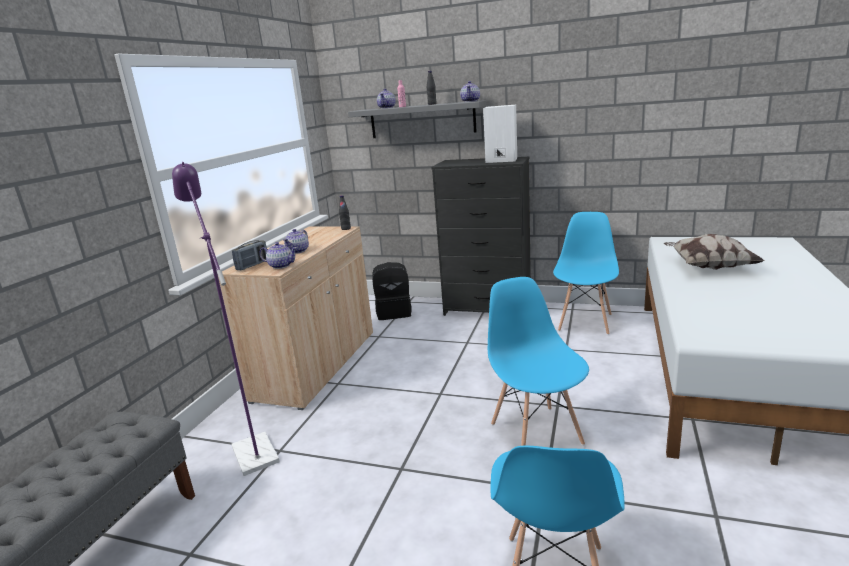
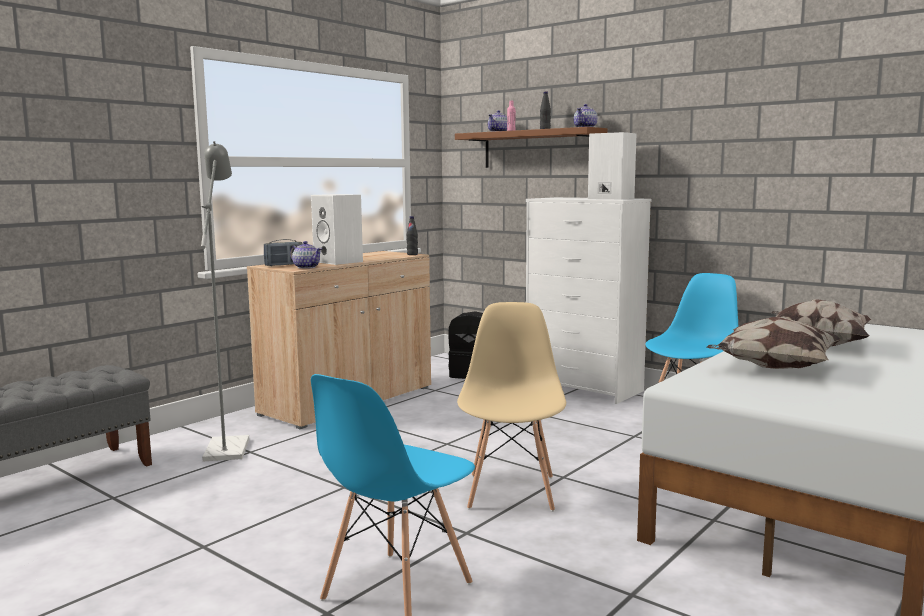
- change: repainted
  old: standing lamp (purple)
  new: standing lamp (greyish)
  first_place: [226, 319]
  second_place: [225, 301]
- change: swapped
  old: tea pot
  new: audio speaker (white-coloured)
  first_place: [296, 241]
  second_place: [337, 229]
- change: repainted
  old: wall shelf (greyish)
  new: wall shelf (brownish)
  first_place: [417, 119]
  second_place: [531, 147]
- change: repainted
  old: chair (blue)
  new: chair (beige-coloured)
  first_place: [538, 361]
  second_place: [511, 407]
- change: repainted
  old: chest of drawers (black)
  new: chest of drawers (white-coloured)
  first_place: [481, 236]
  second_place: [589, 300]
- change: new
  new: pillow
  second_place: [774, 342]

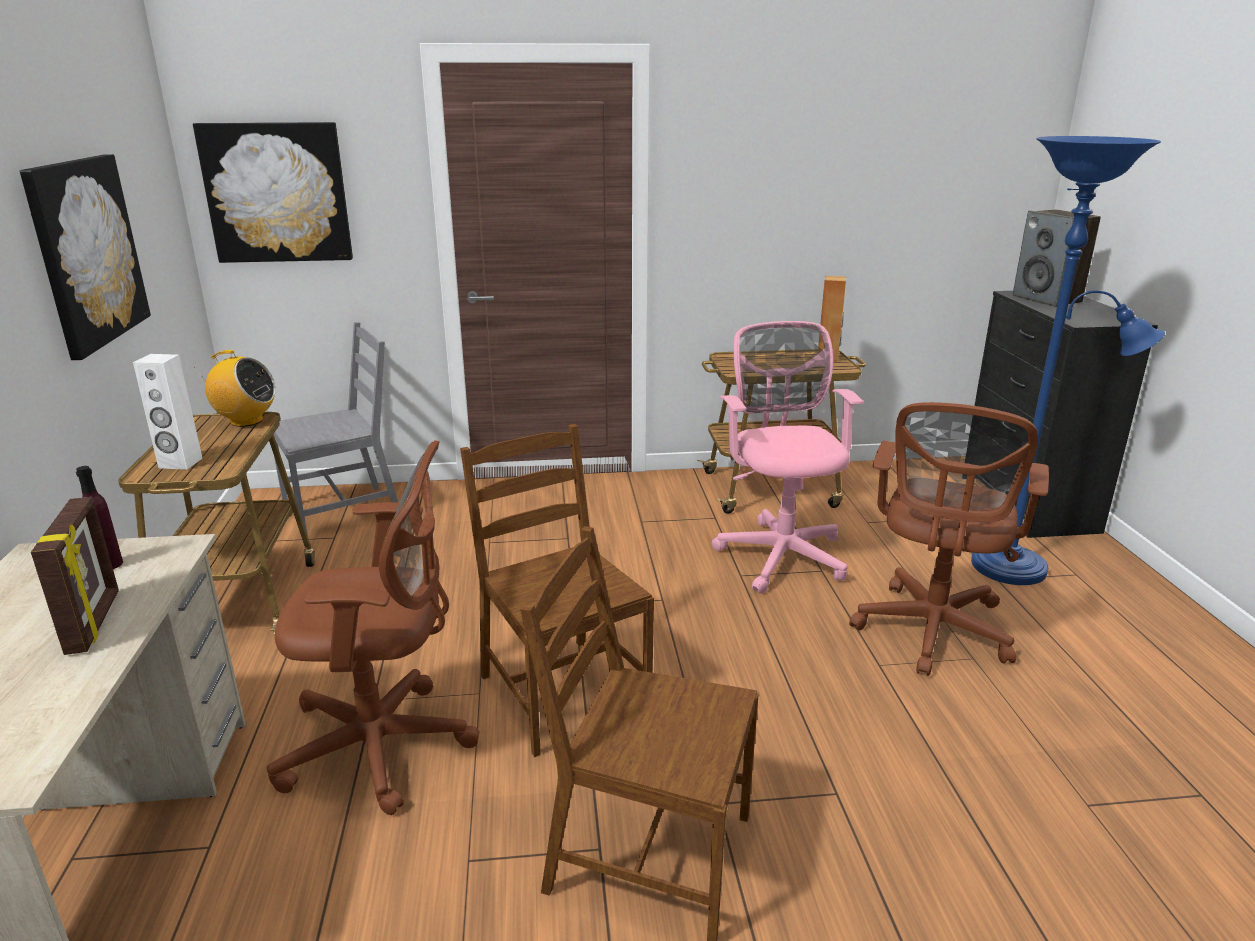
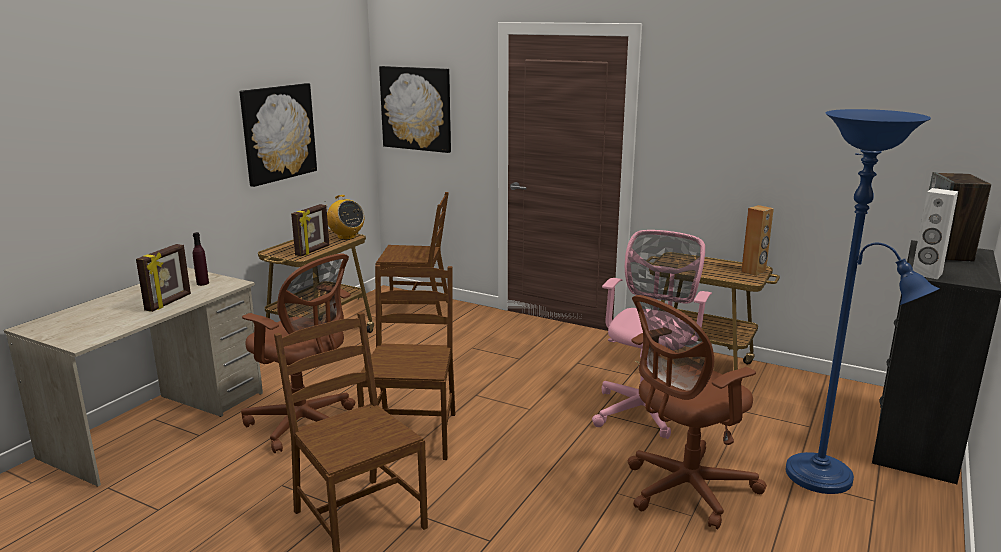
- change: new
  new: photo frame
  second_place: [310, 230]
- change: repainted
  old: chair (greyish)
  new: chair (brownish)
  first_place: [336, 433]
  second_place: [412, 254]
- change: shifted
  old: audio speaker (white-coloured)
  first_place: [168, 412]
  second_place: [935, 233]

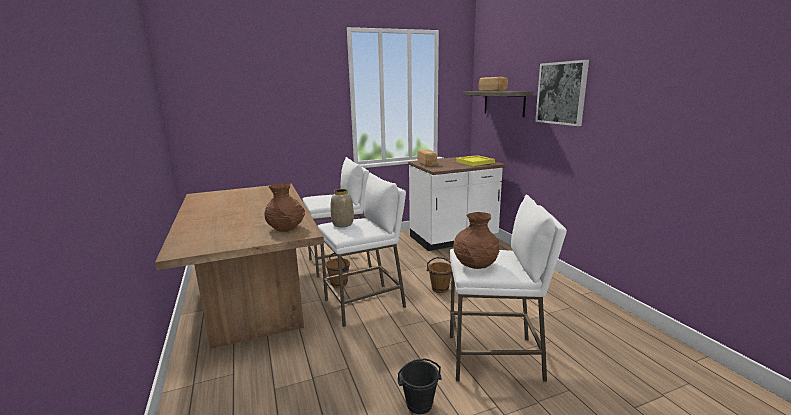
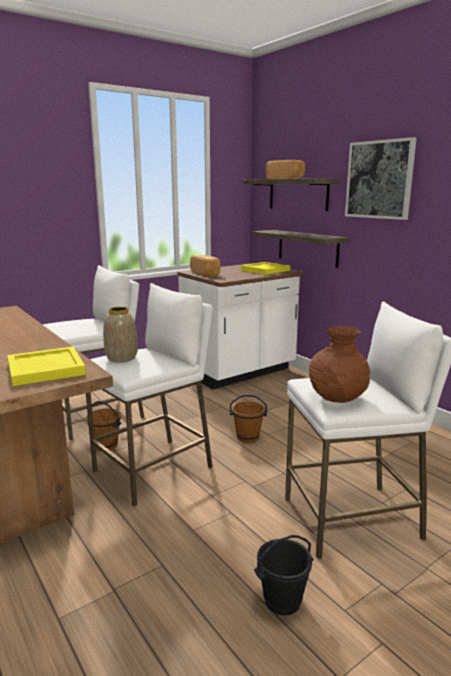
- change: swapped
  old: flower vase (brownish)
  new: tray (yellow)
  first_place: [284, 207]
  second_place: [46, 366]
- change: new
  new: wall shelf
  second_place: [300, 249]

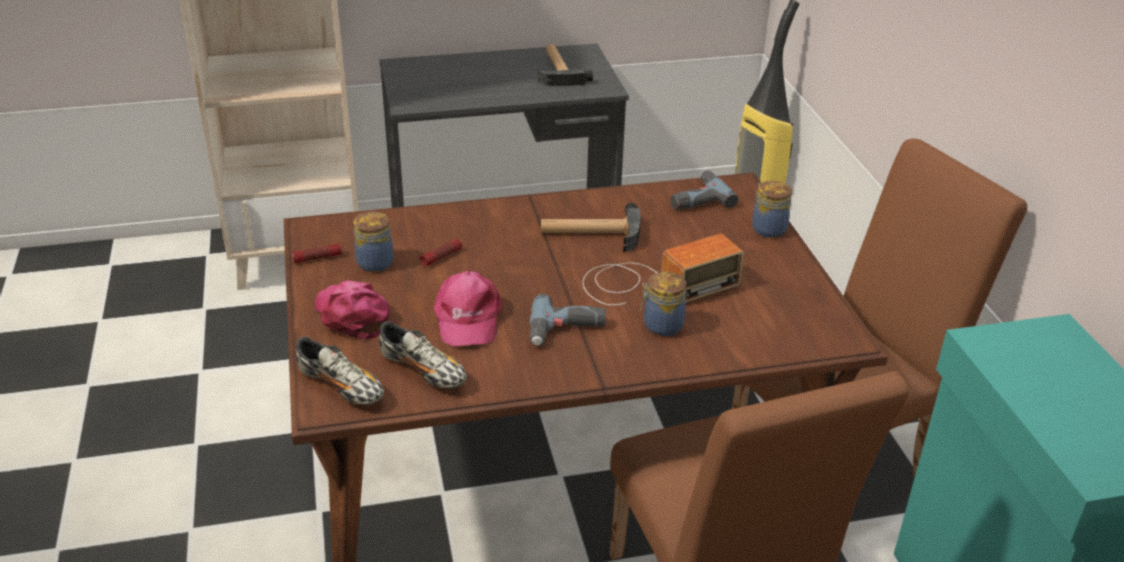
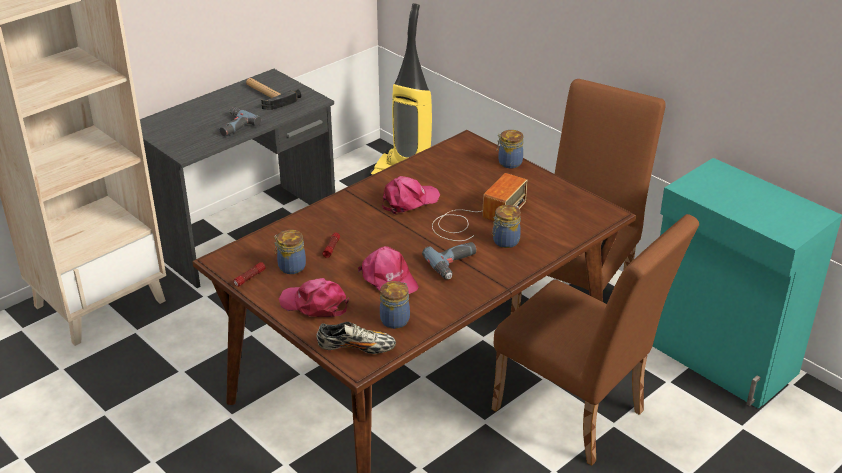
- change: shifted
  old: electric drill
  first_place: [705, 190]
  second_place: [240, 121]
- change: swapped
  old: item of footwear
  new: preserve jar
  first_place: [423, 354]
  second_place: [395, 305]
- change: swapped
  old: tool hammer
  new: baseball cap (pink)
  first_place: [591, 227]
  second_place: [411, 195]

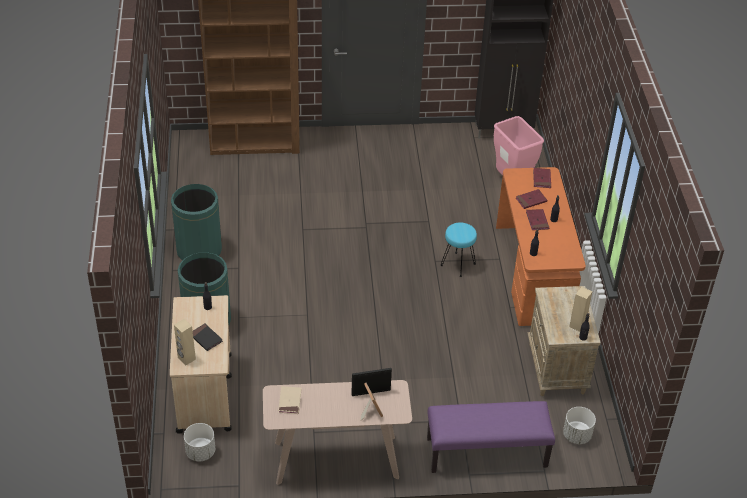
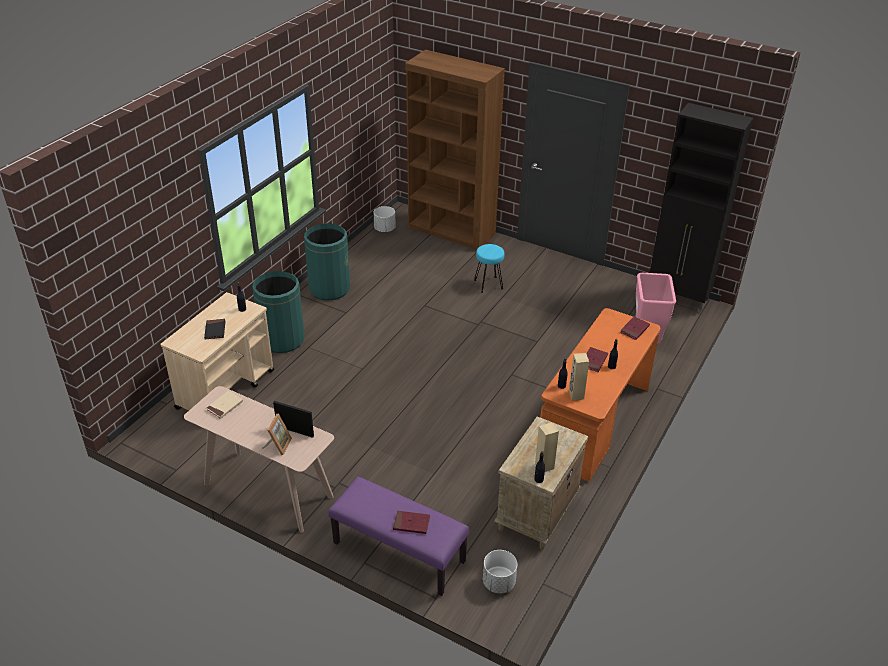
- change: shifted
  old: planter (white-coloured)
  first_place: [199, 442]
  second_place: [385, 219]
- change: shifted
  old: bound book (reddish)
  first_place: [531, 199]
  second_place: [411, 522]
- change: shifted
  old: stool (turquoise-coloured)
  first_place: [459, 249]
  second_place: [489, 268]
- change: shifted
  old: audio speaker (beige-coloured)
  first_place: [185, 342]
  second_place: [579, 376]

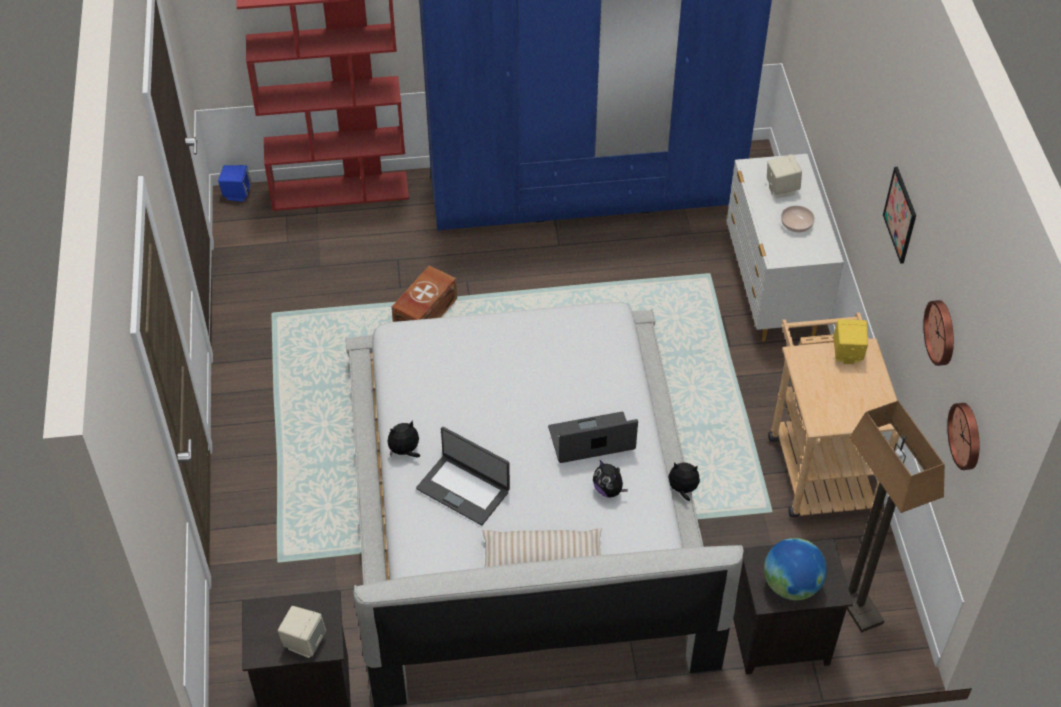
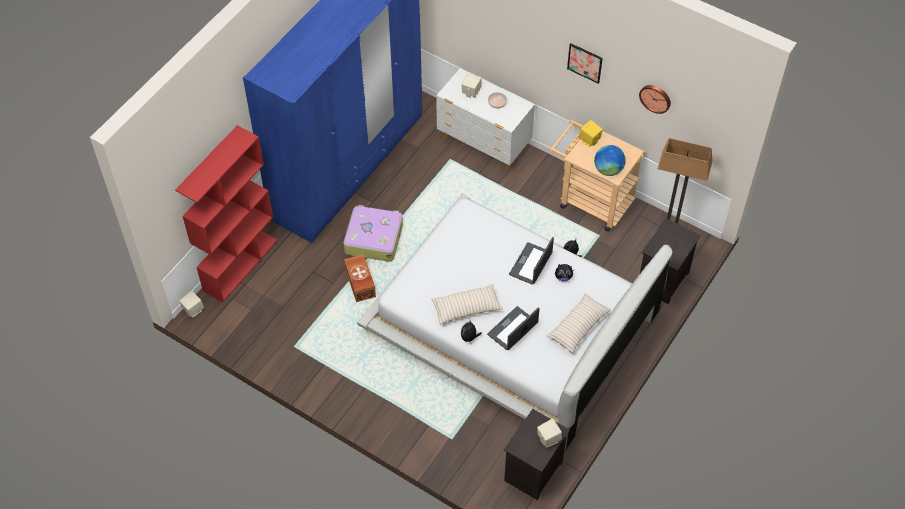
- change: repainted
  old: audio speaker (blue)
  new: audio speaker (beige-coloured)
  first_place: [235, 183]
  second_place: [191, 304]
- change: new
  new: piece of luggage
  second_place: [373, 233]
- change: new
  new: pillow (beige-coloured)
  second_place: [467, 304]
- change: rotated
  old: laptop
  first_place: [463, 476]
  second_place: [513, 328]
  degrees: 150
- change: shifted
  old: desk globe
  first_place: [795, 569]
  second_place: [610, 160]
- change: gone
  old: clock on the wall
  first_place: [963, 436]

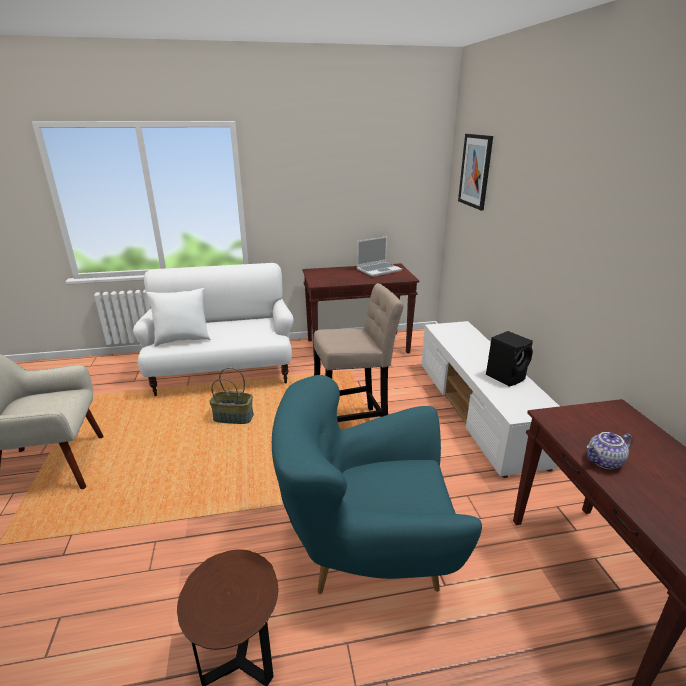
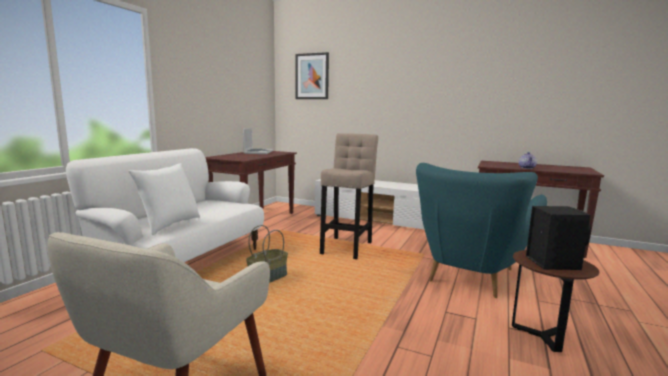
- change: shifted
  old: audio speaker (black)
  first_place: [509, 359]
  second_place: [558, 238]

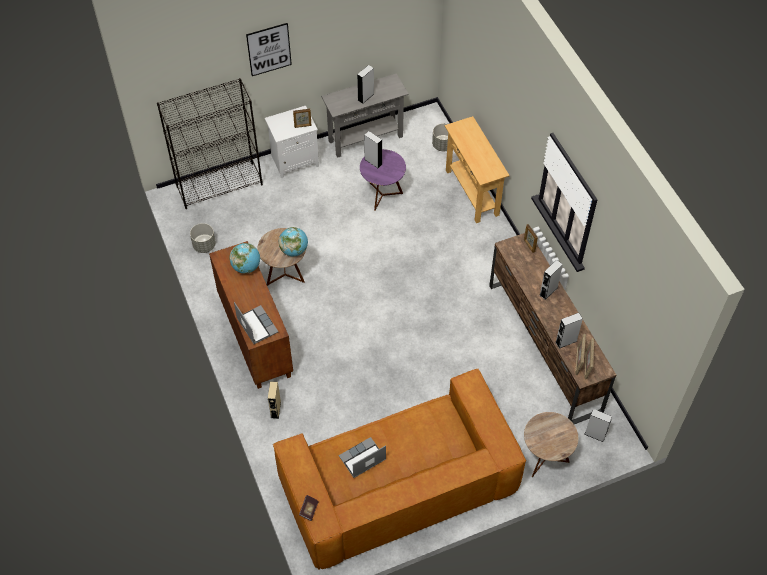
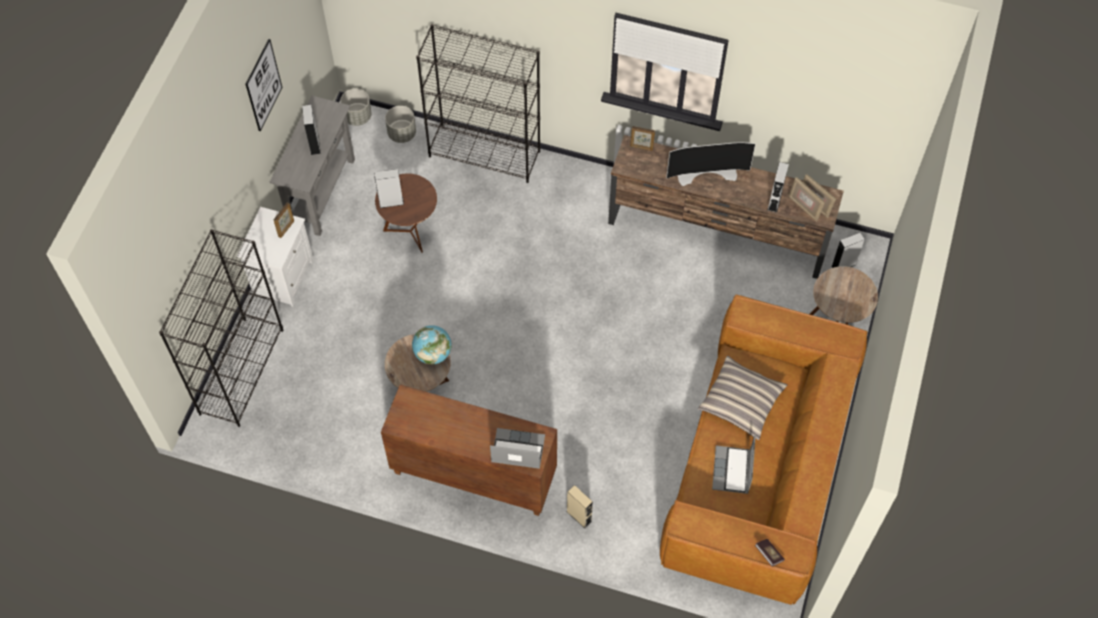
- change: shifted
  old: wall picture
  first_place: [269, 49]
  second_place: [264, 85]
- change: shifted
  old: planter (greyish)
  first_place: [203, 238]
  second_place: [356, 107]
- change: repainted
  old: side table (purple)
  new: side table (brownish)
  first_place: [383, 180]
  second_place: [406, 213]
- change: swapped
  old: narrow table (beige-coloured)
  new: shelving unit (black)
  first_place: [477, 169]
  second_place: [478, 103]
- change: swapped
  old: audio speaker (greyish)
  new: TV set
  first_place: [551, 280]
  second_place: [710, 164]
- change: new
  new: pillow
  second_place: [742, 398]
- change: gone
  old: desk globe
  first_place: [244, 258]

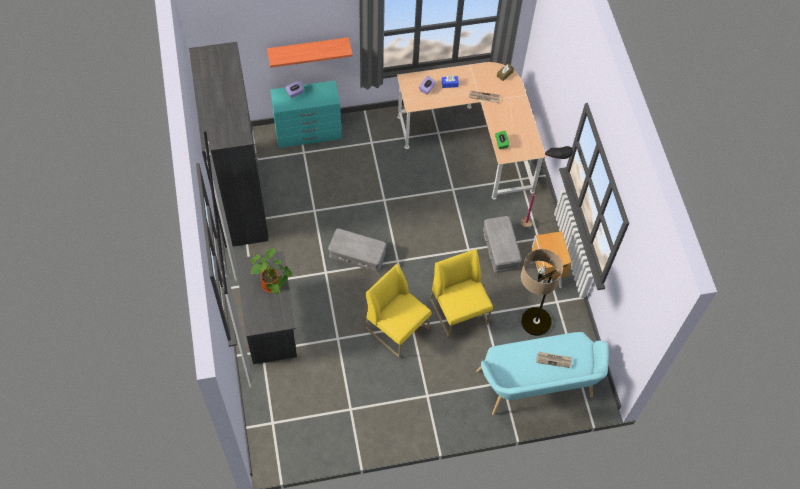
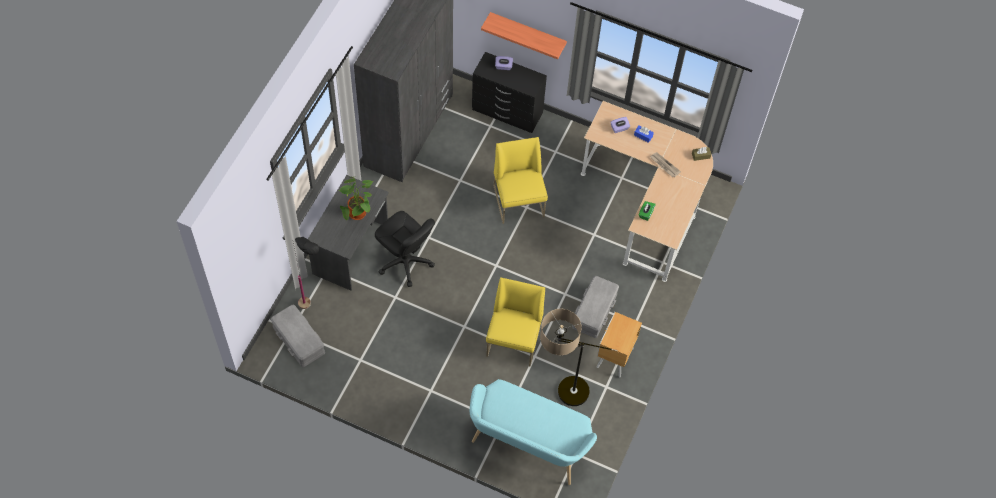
- change: shifted
  old: storage container (greyish)
  first_place: [357, 250]
  second_place: [298, 336]
- change: shifted
  old: standing lamp (black)
  first_place: [547, 187]
  second_place: [306, 273]
- change: new
  new: computer chair (black)
  second_place: [405, 249]
- change: repainted
  old: chest of drawers (turquoise-coloured)
  new: chest of drawers (black)
  first_place: [306, 114]
  second_place: [509, 92]
- change: shifted
  old: chair (yellow)
  first_place: [398, 311]
  second_place: [520, 180]
- change: gone
  old: newspaper
  first_place: [554, 360]

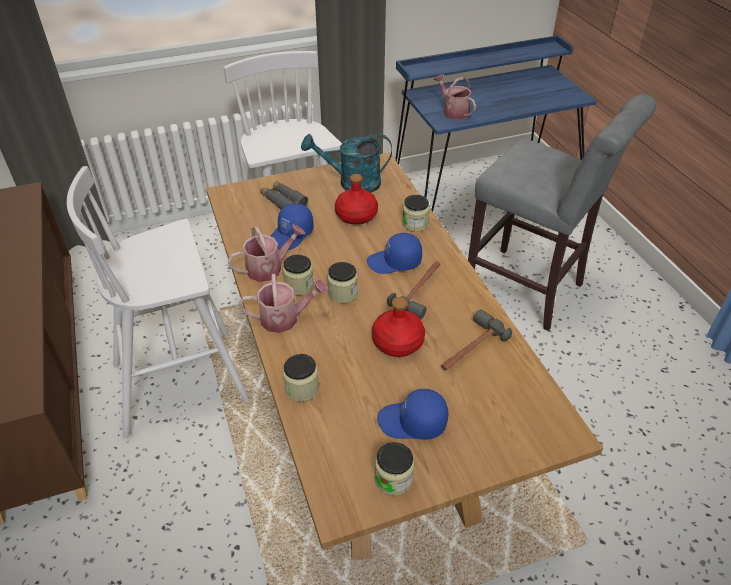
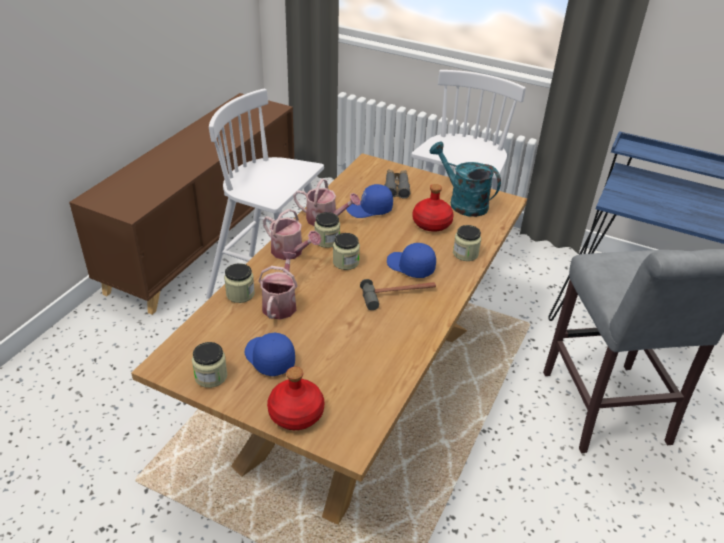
- change: shifted
  old: sprinkling can
  first_place: [454, 97]
  second_place: [278, 286]
- change: shifted
  old: beverage bottle (reddish)
  first_place: [398, 327]
  second_place: [295, 398]
- change: gone
  old: tool hammer
  first_place: [476, 339]

